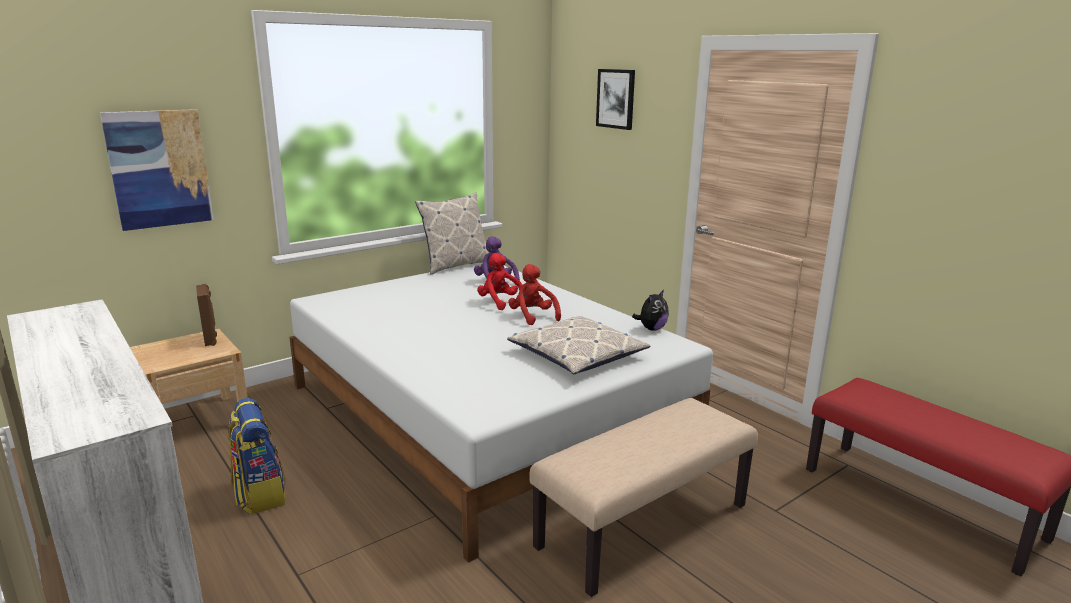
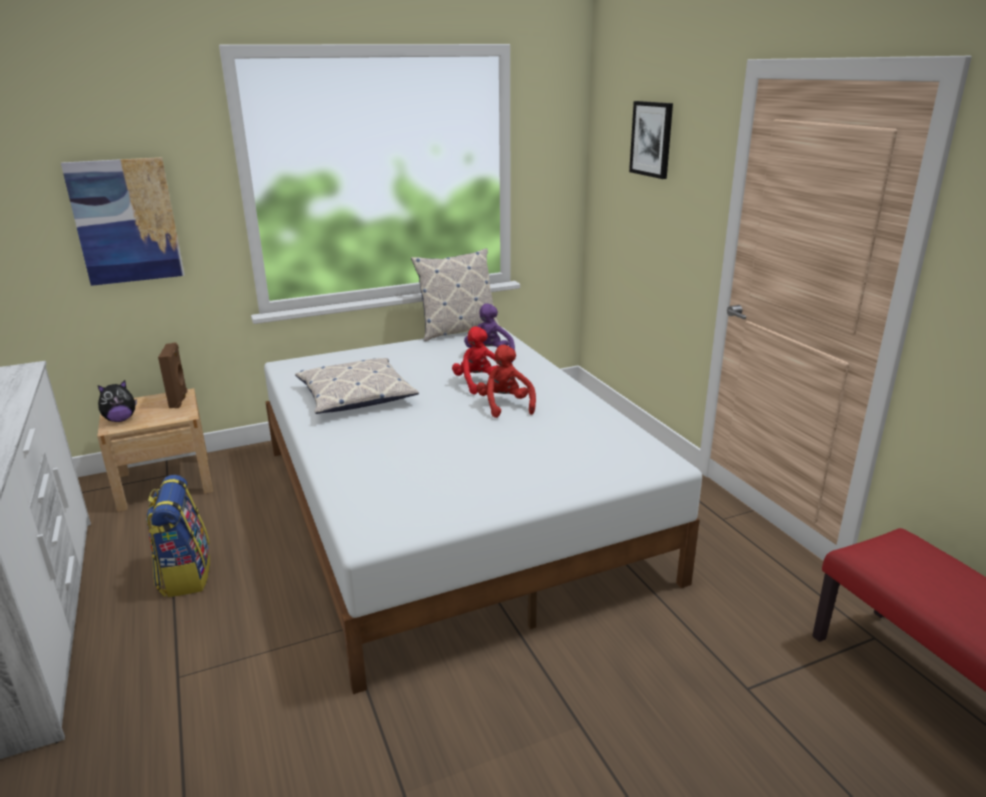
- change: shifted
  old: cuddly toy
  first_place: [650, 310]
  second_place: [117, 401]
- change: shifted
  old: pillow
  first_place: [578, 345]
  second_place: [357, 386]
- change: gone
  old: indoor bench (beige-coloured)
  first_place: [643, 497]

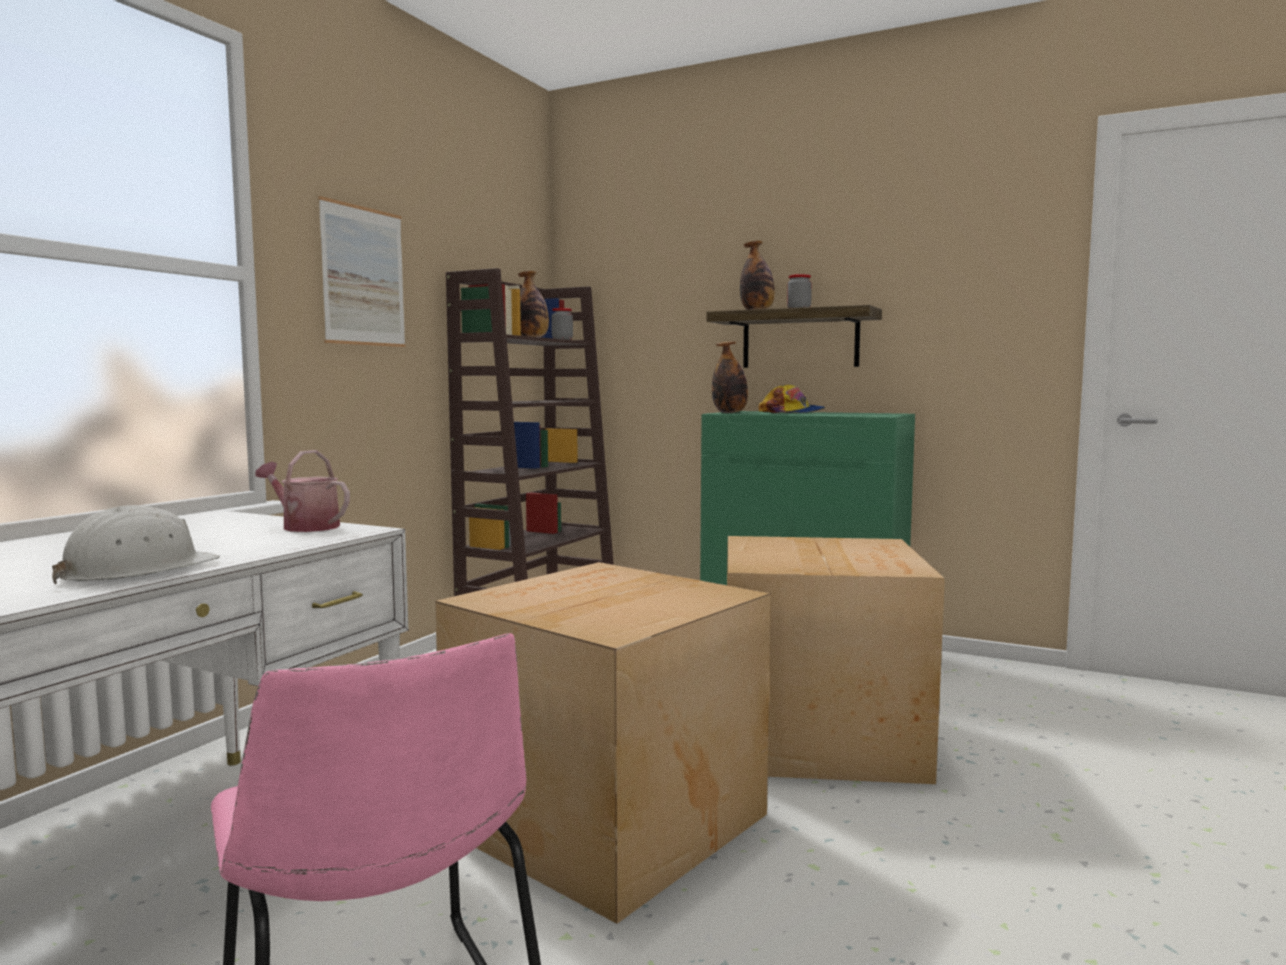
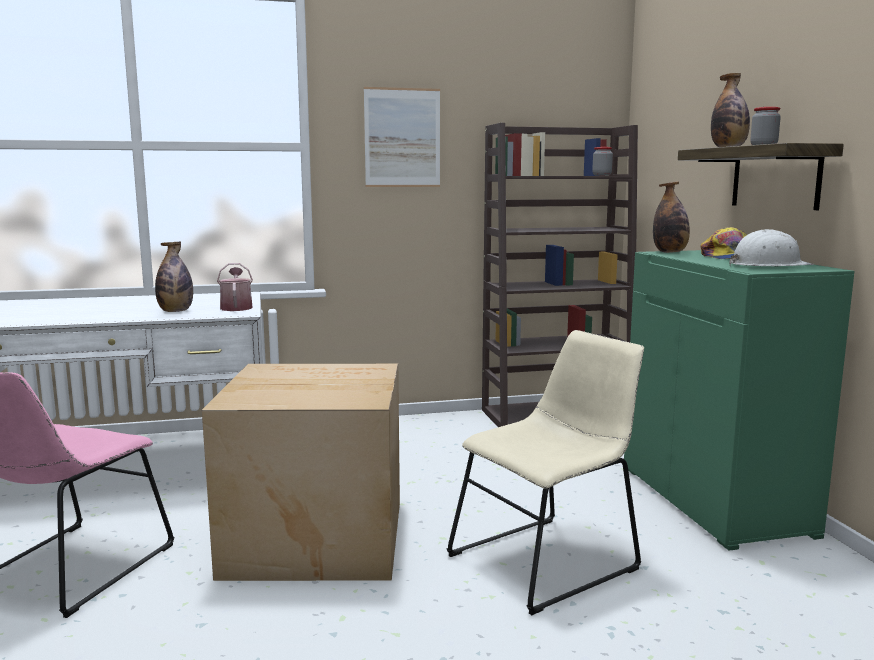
- change: shifted
  old: beverage bottle
  first_place: [533, 304]
  second_place: [174, 277]
- change: swapped
  old: carton
  new: chair (beige-coloured)
  first_place: [836, 660]
  second_place: [545, 472]
- change: shifted
  old: safety helmet (white-coloured)
  first_place: [136, 544]
  second_place: [771, 247]

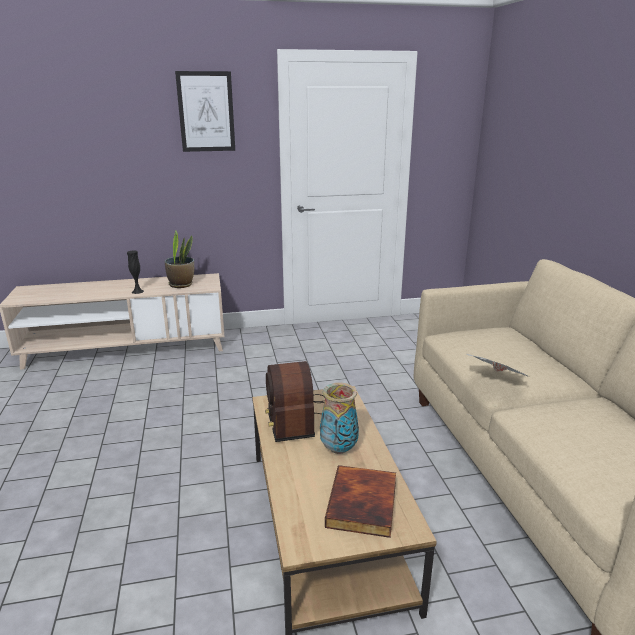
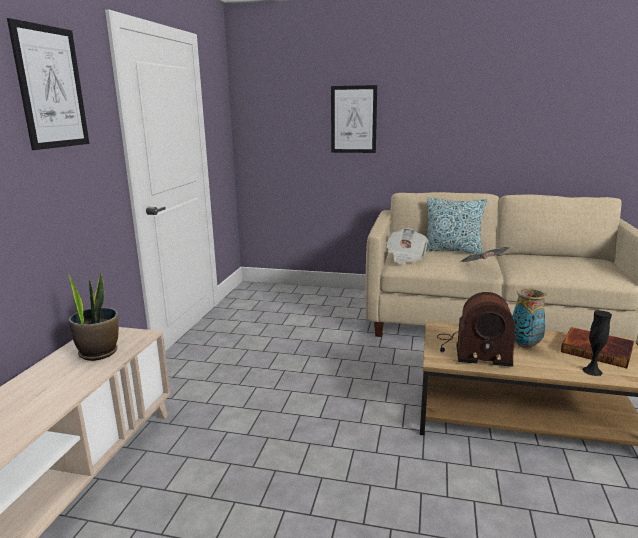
- change: new
  new: wall picture
  second_place: [354, 119]
- change: new
  new: newspaper
  second_place: [407, 246]
- change: new
  new: pillow
  second_place: [456, 225]
- change: shifted
  old: flower vase (black)
  first_place: [135, 272]
  second_place: [597, 343]

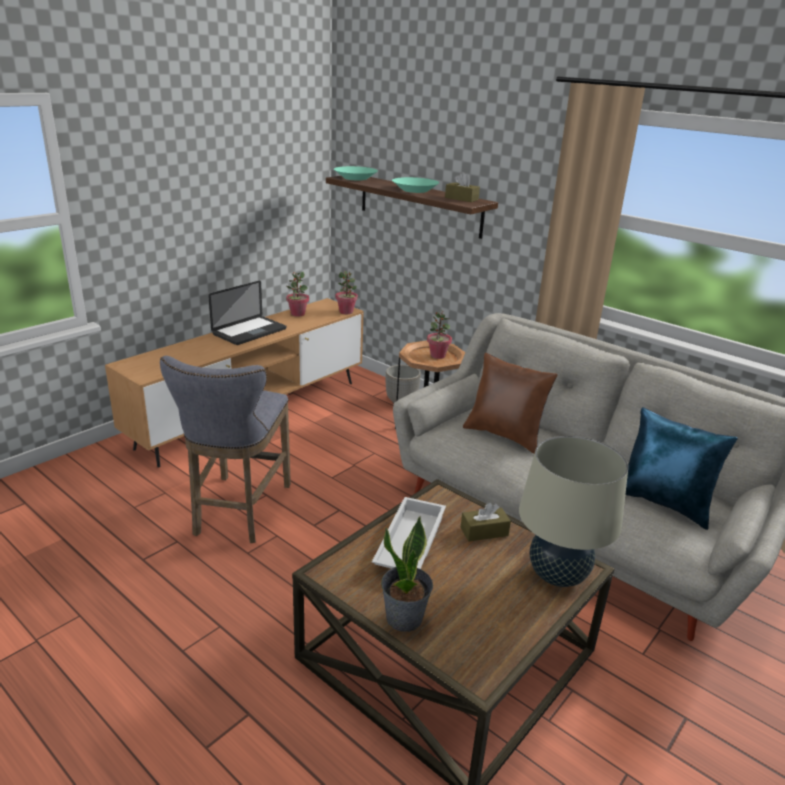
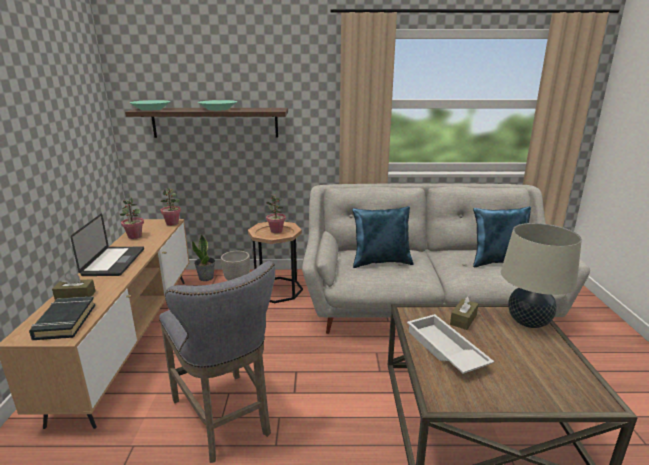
- change: new
  new: bound book (black)
  second_place: [62, 318]
- change: shifted
  old: tissue box (brownish)
  first_place: [462, 187]
  second_place: [74, 286]
- change: shifted
  old: houseplant
  first_place: [407, 574]
  second_place: [203, 257]
- change: repainted
  old: pillow (brownish)
  new: pillow (blue)
  first_place: [510, 403]
  second_place: [383, 237]

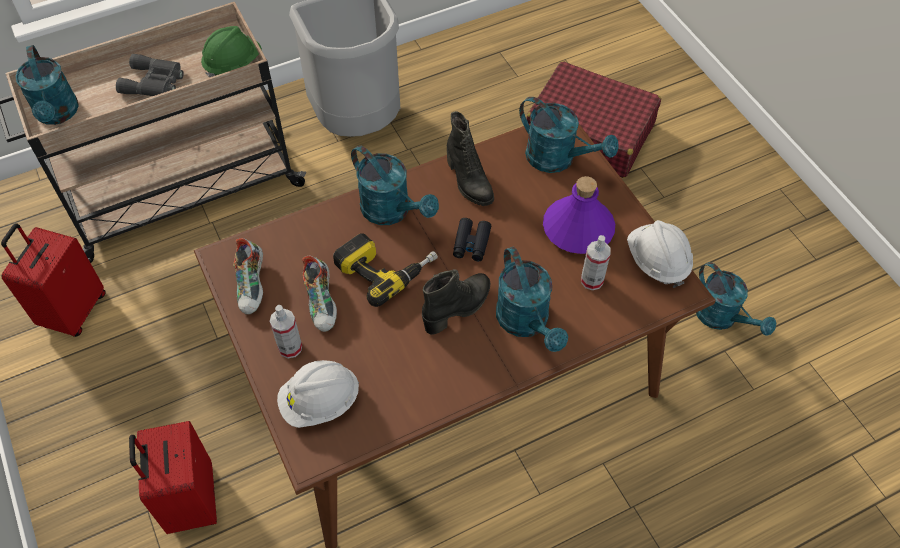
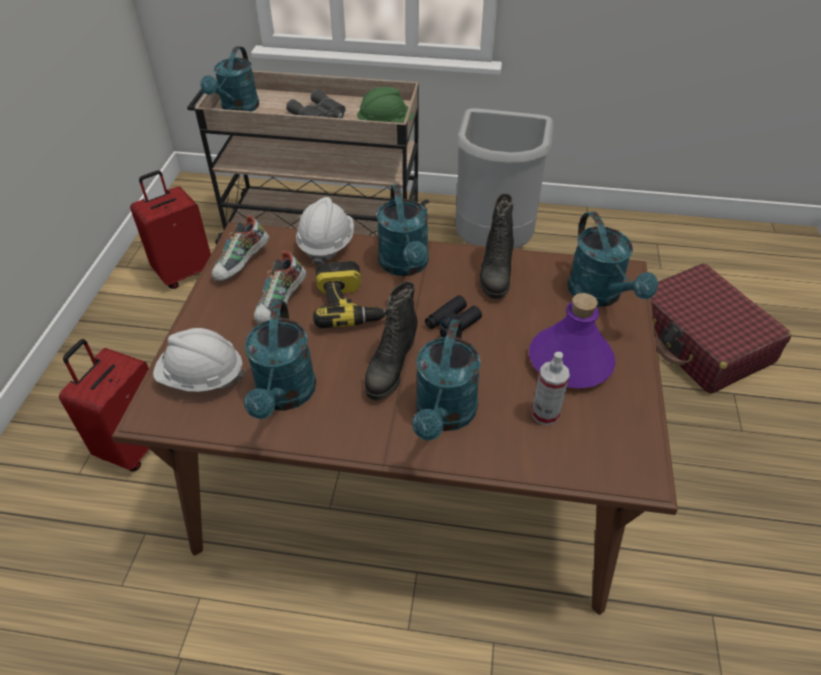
- change: shifted
  old: sprinkling can (turquoise-coloured)
  first_place: [736, 299]
  second_place: [280, 360]
- change: shifted
  old: safety helmet (white-coloured)
  first_place: [660, 254]
  second_place: [325, 231]
- change: rotated
  old: tall boot (black)
  first_place: [456, 302]
  second_place: [391, 340]
  degrees: 120
- change: gone
  old: hand sprayer
  first_place: [286, 331]

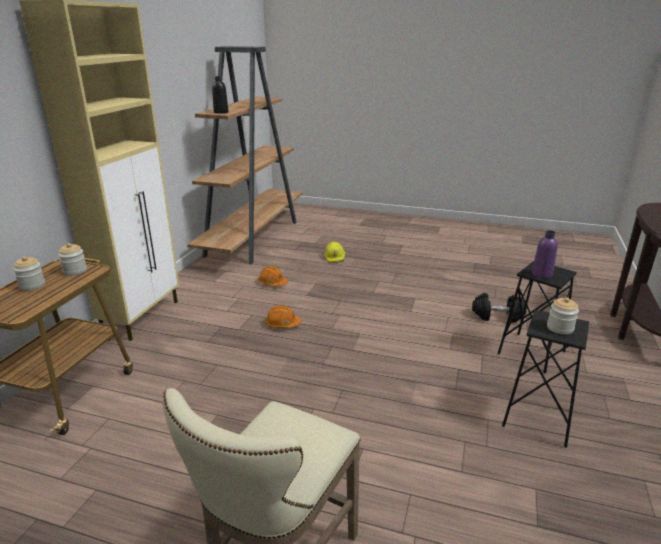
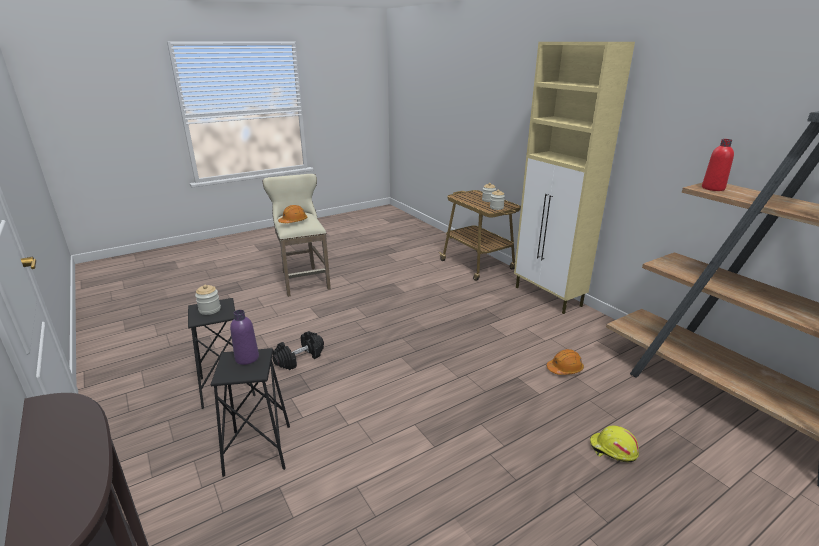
- change: shifted
  old: dumbbell (black)
  first_place: [499, 308]
  second_place: [298, 350]
- change: shifted
  old: safety helmet (orange-coloured)
  first_place: [283, 316]
  second_place: [292, 214]
- change: repainted
  old: beverage bottle (black)
  new: beverage bottle (reddish)
  first_place: [220, 95]
  second_place: [718, 165]

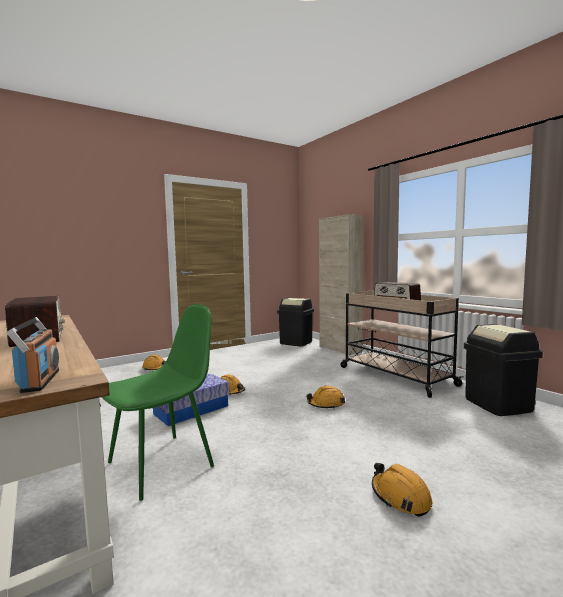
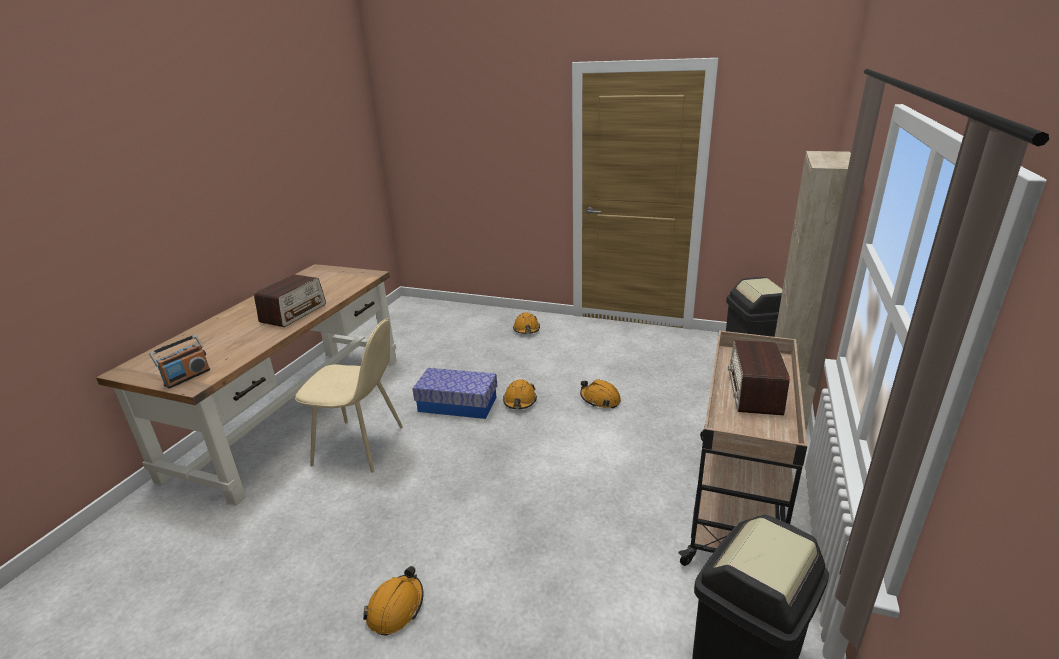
- change: repainted
  old: chair (green-coloured)
  new: chair (beige-coloured)
  first_place: [158, 402]
  second_place: [349, 395]
- change: shifted
  old: safety helmet (orange-coloured)
  first_place: [325, 397]
  second_place: [600, 393]

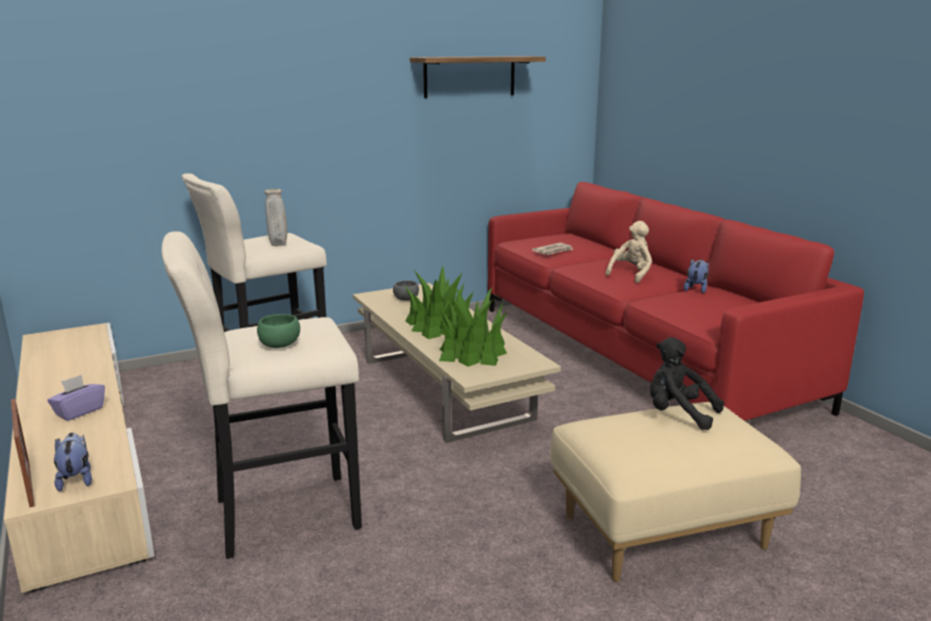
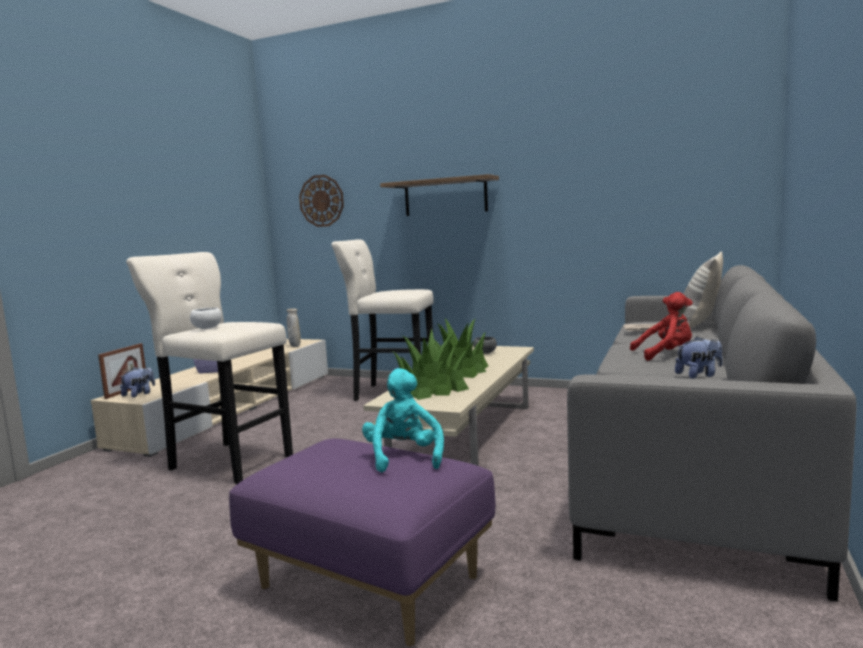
- change: repainted
  old: bowl (green-coloured)
  new: bowl (white-coloured)
  first_place: [278, 331]
  second_place: [205, 318]
- change: repainted
  old: footrest (beige-coloured)
  new: footrest (purple)
  first_place: [675, 492]
  second_place: [362, 542]
- change: shifted
  old: flower vase (beige-coloured)
  first_place: [275, 217]
  second_place: [293, 328]
- change: new
  new: clock on the wall
  second_place: [321, 201]
- change: repainted
  old: cuddly toy (black)
  new: cuddly toy (turquoise-coloured)
  first_place: [687, 383]
  second_place: [403, 420]
- change: shifted
  old: wall shelf
  first_place: [478, 77]
  second_place: [439, 195]
- change: repainted
  old: sofa (reddish)
  new: sofa (greyish)
  first_place: [676, 302]
  second_place: [712, 433]
- change: repainted
  old: cuddly toy (beige-coloured)
  new: cuddly toy (reddish)
  first_place: [629, 252]
  second_place: [661, 326]
- change: new
  new: pillow
  second_place: [703, 290]

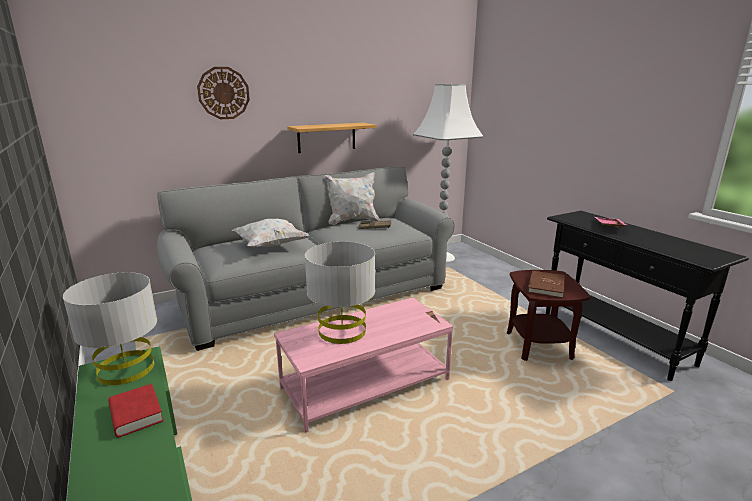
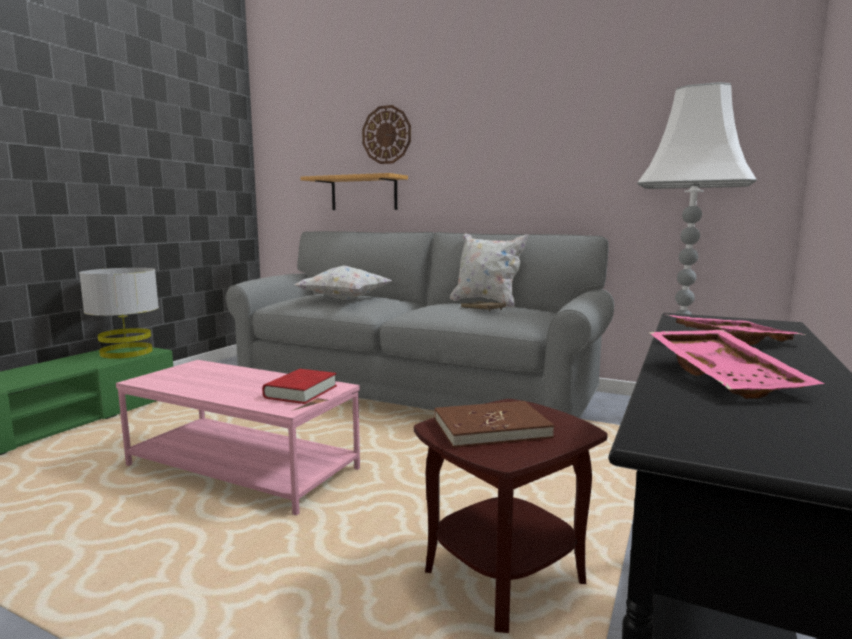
- change: shifted
  old: bound book (reddish)
  first_place: [136, 410]
  second_place: [299, 386]
- change: shifted
  old: wall shelf
  first_place: [332, 138]
  second_place: [354, 191]
- change: new
  new: tray (pink)
  second_place: [736, 364]
- change: gone
  old: table lamp (greyish)
  first_place: [340, 293]

